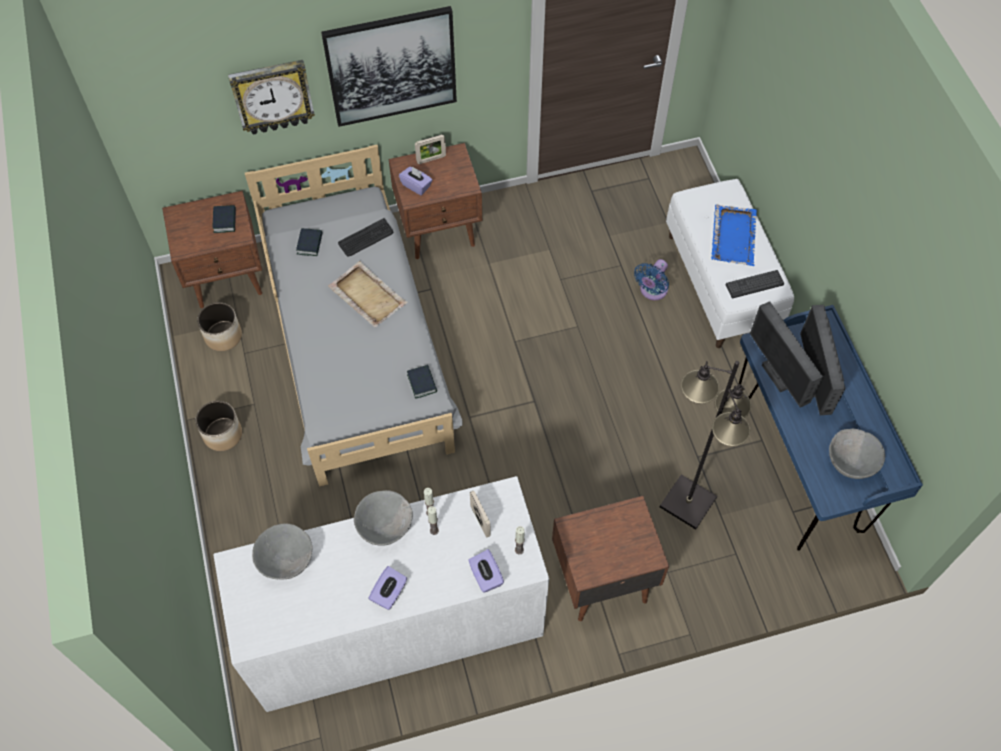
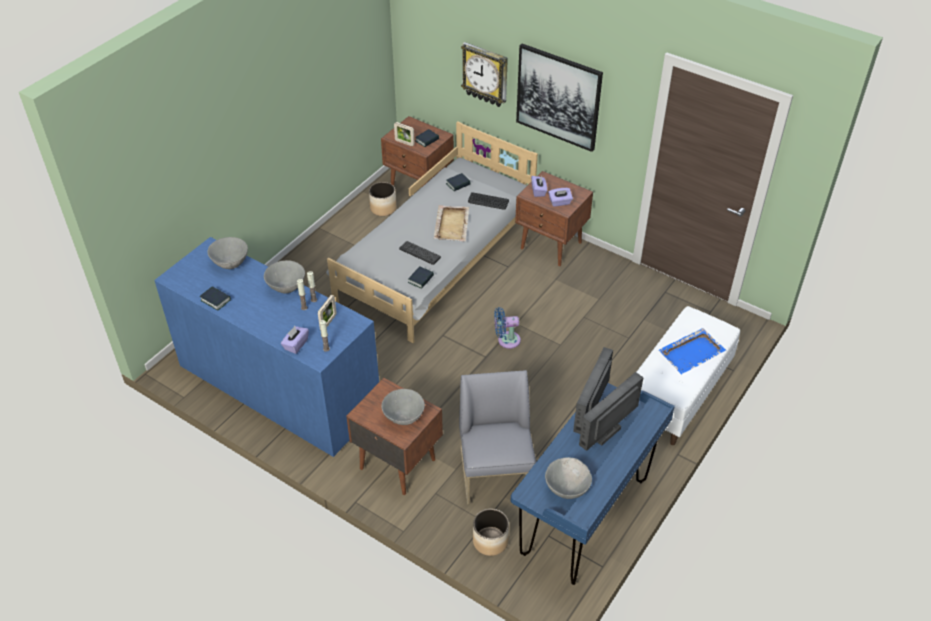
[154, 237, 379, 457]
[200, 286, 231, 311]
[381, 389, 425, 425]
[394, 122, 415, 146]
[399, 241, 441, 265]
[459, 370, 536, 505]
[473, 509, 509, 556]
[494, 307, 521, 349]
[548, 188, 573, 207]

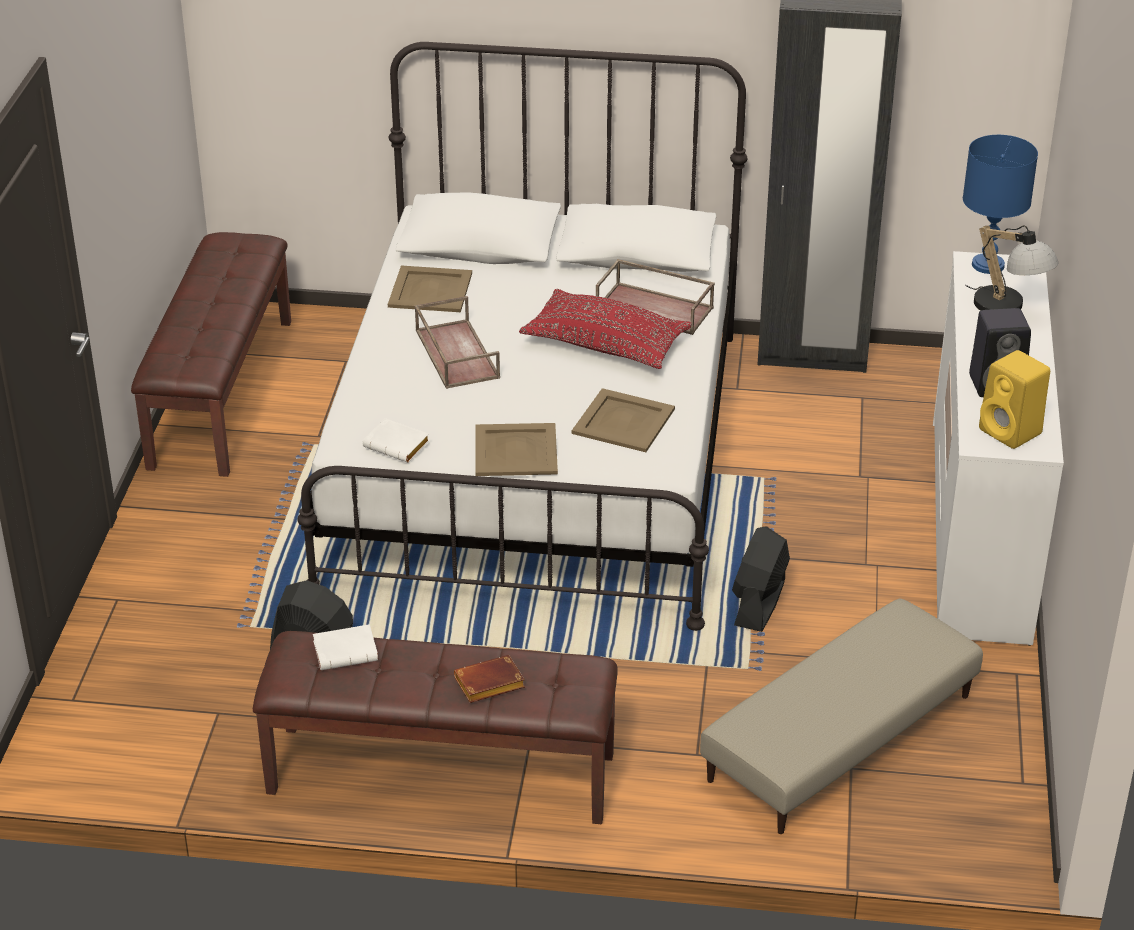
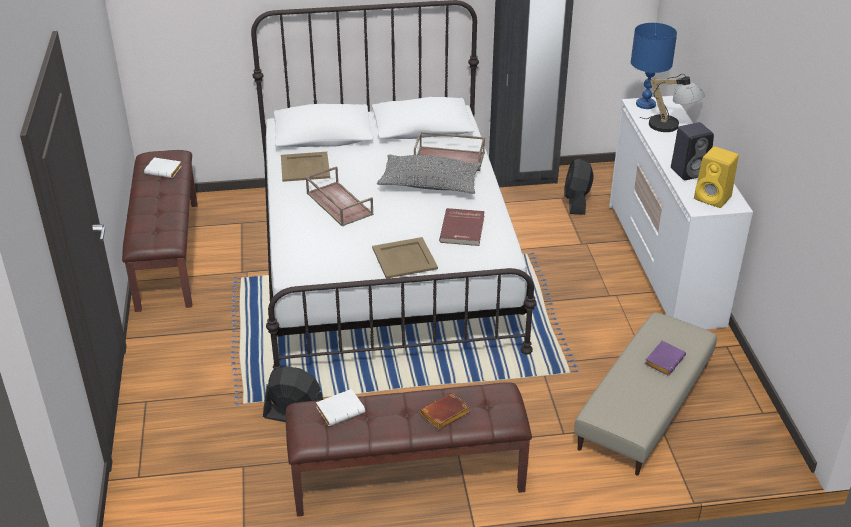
[144, 157, 182, 178]
[377, 154, 482, 194]
[439, 208, 485, 246]
[564, 159, 594, 215]
[645, 341, 686, 376]

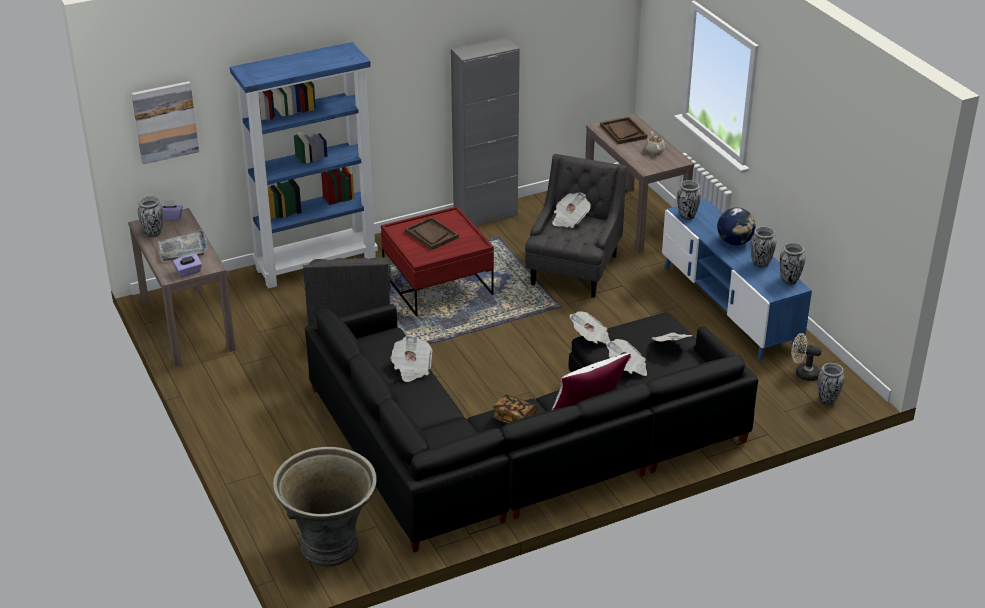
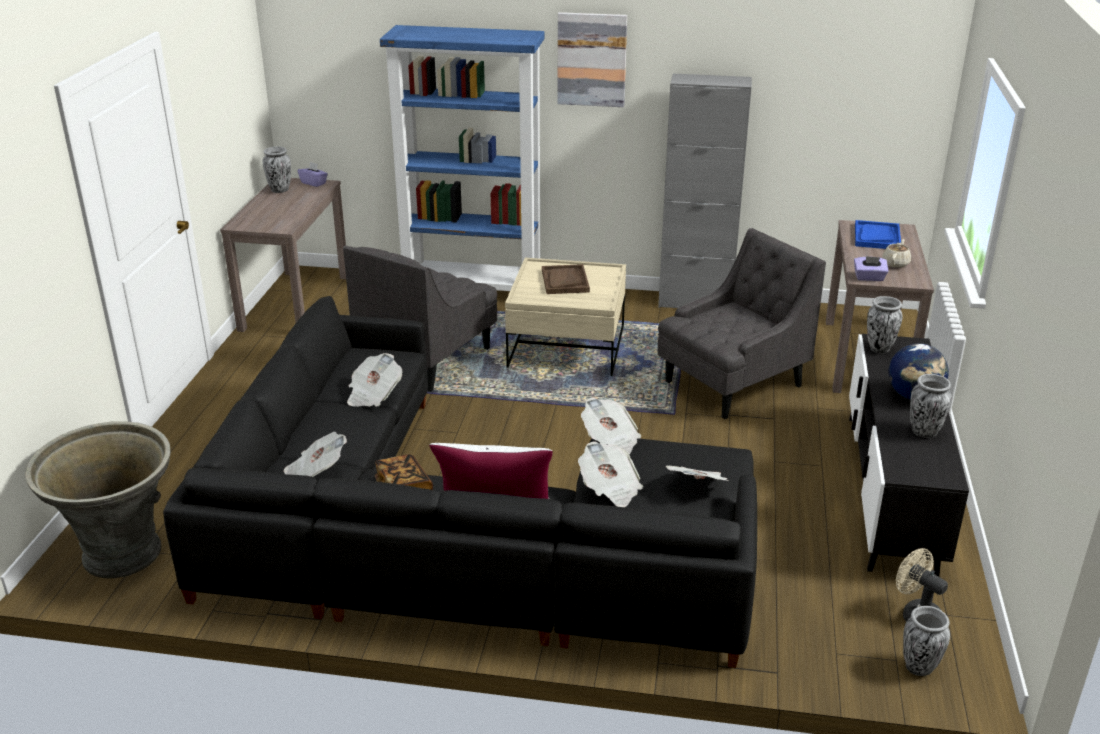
[283, 432, 347, 477]
[505, 258, 626, 376]
[557, 12, 627, 107]
[849, 334, 969, 577]
[854, 256, 889, 281]
[855, 220, 901, 249]
[158, 229, 208, 261] (first image)
[780, 243, 805, 285] (first image)

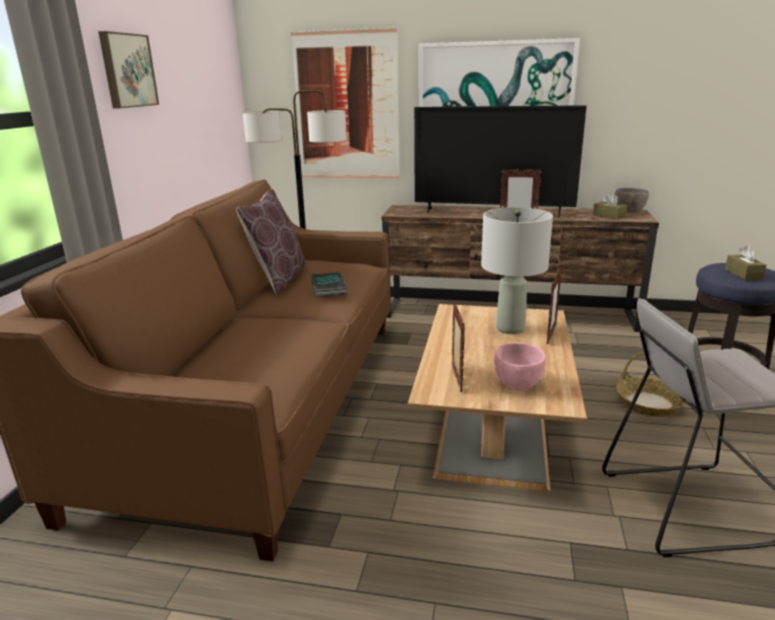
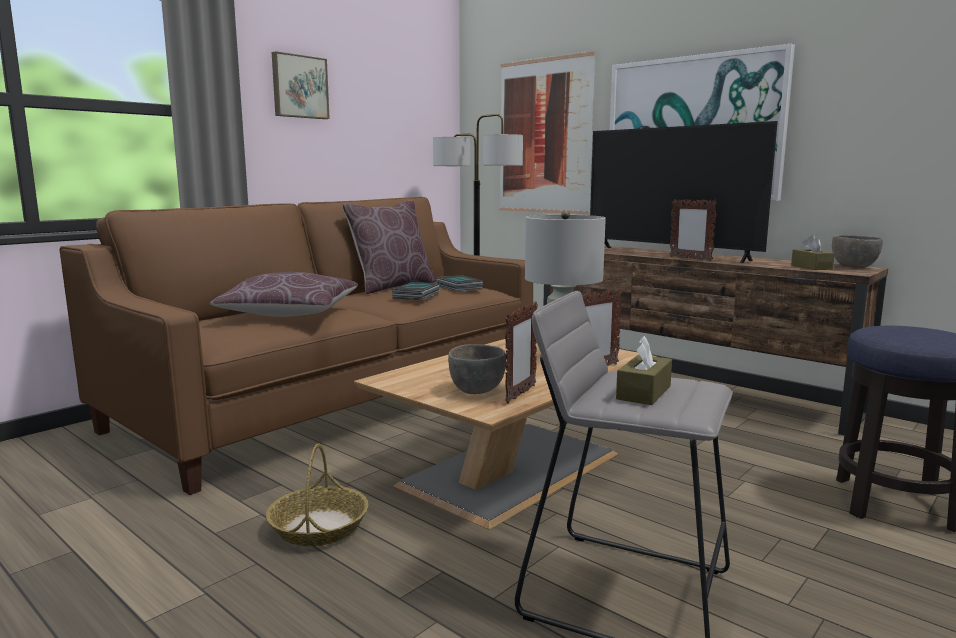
[210, 272, 358, 317]
[266, 443, 368, 546]
[436, 275, 483, 292]
[448, 344, 506, 394]
[505, 302, 538, 404]
[616, 336, 672, 405]

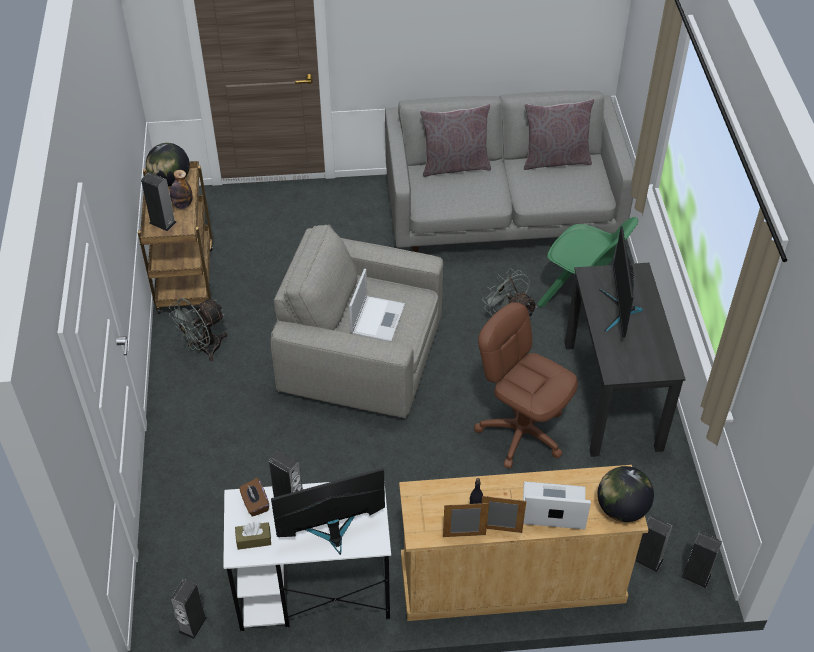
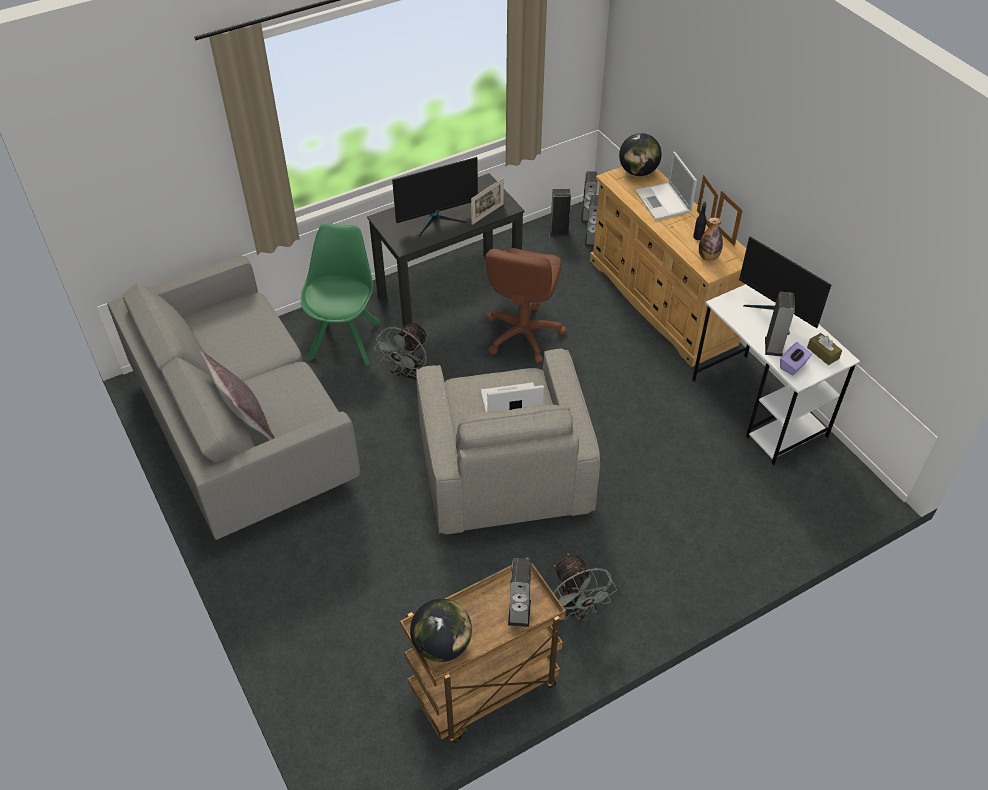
[471, 178, 504, 225]
[549, 189, 571, 236]
[553, 553, 617, 623]
[699, 217, 723, 261]
[780, 342, 812, 375]
[524, 99, 594, 170] (first image)

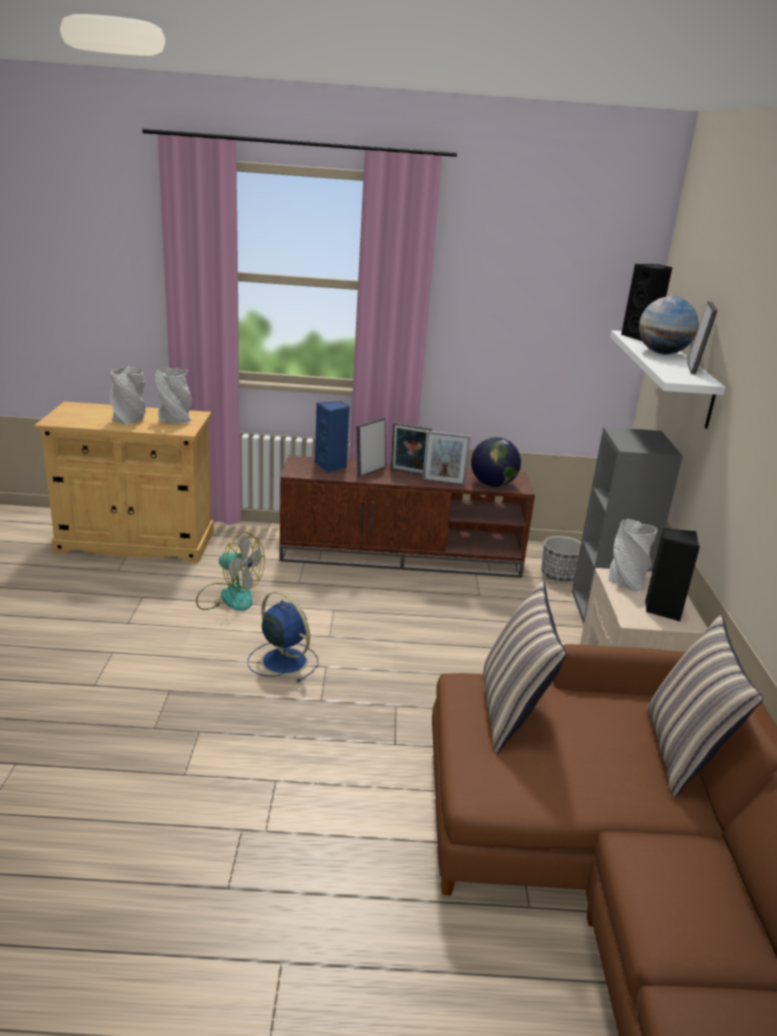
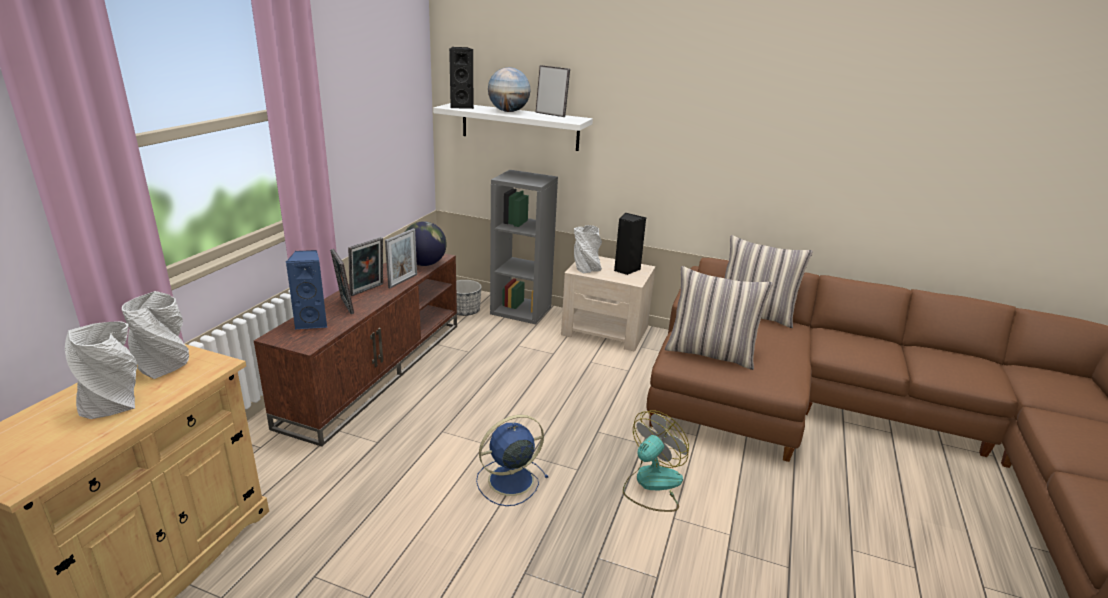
[623, 410, 689, 512]

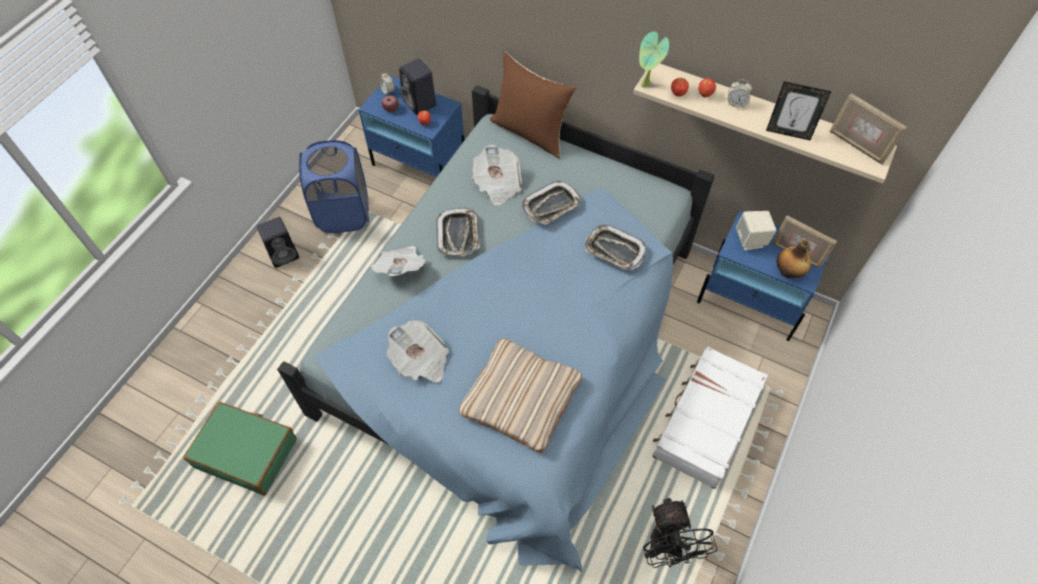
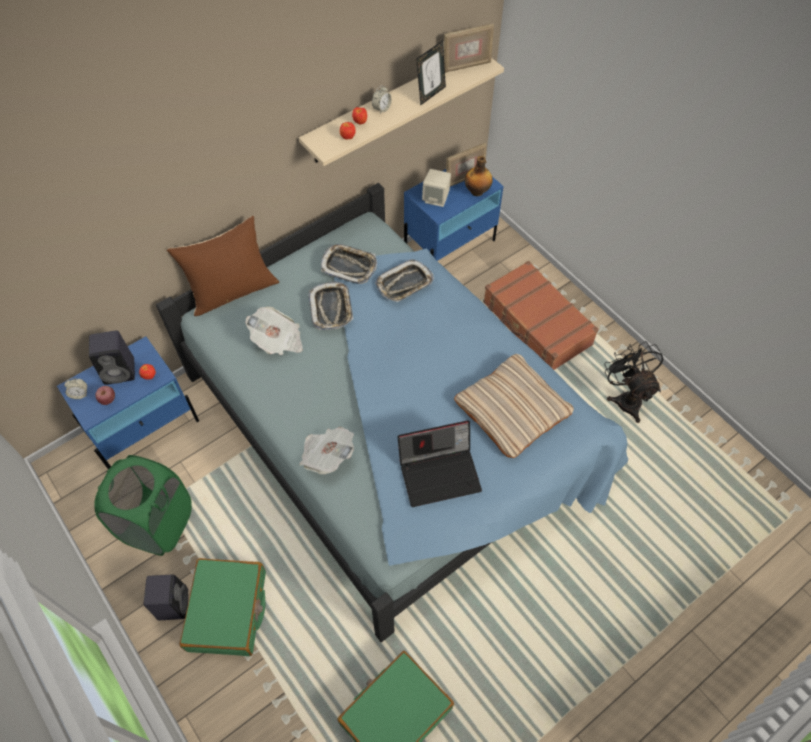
[94, 455, 192, 556]
[179, 558, 266, 656]
[321, 244, 377, 284]
[398, 420, 482, 507]
[483, 261, 599, 370]
[604, 341, 663, 423]
[639, 31, 669, 88] (first image)

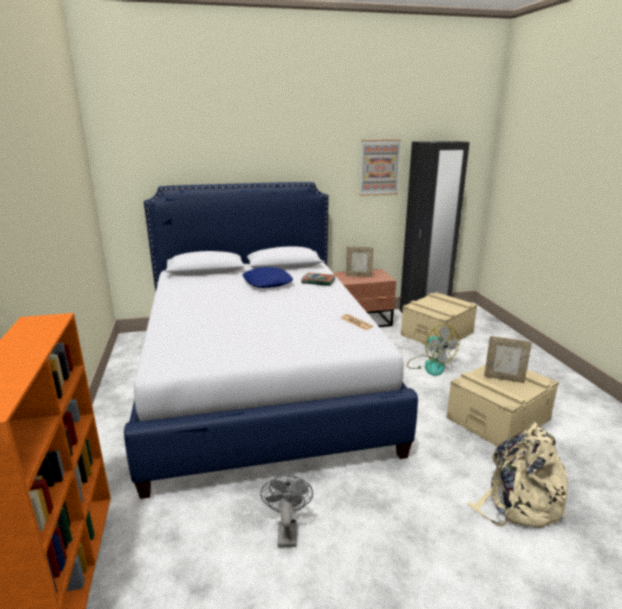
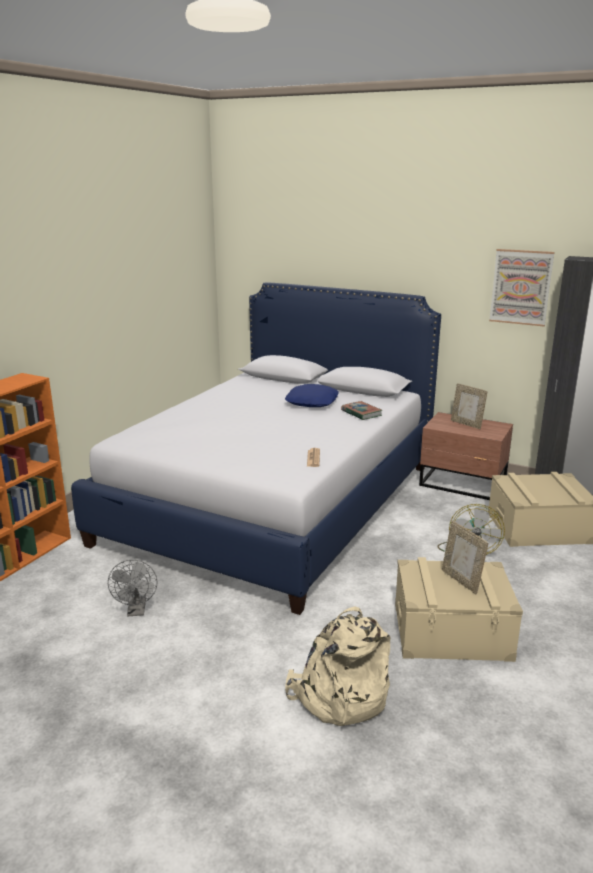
[108, 560, 157, 616]

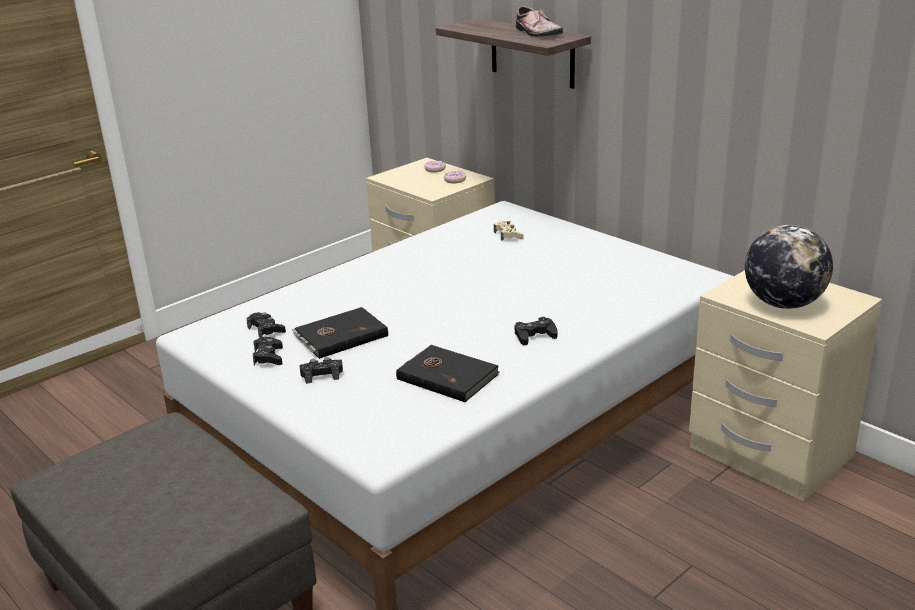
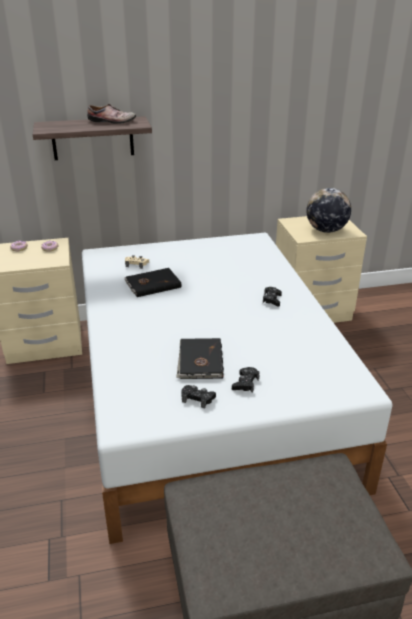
[124, 268, 181, 297]
[246, 312, 286, 338] (first image)

